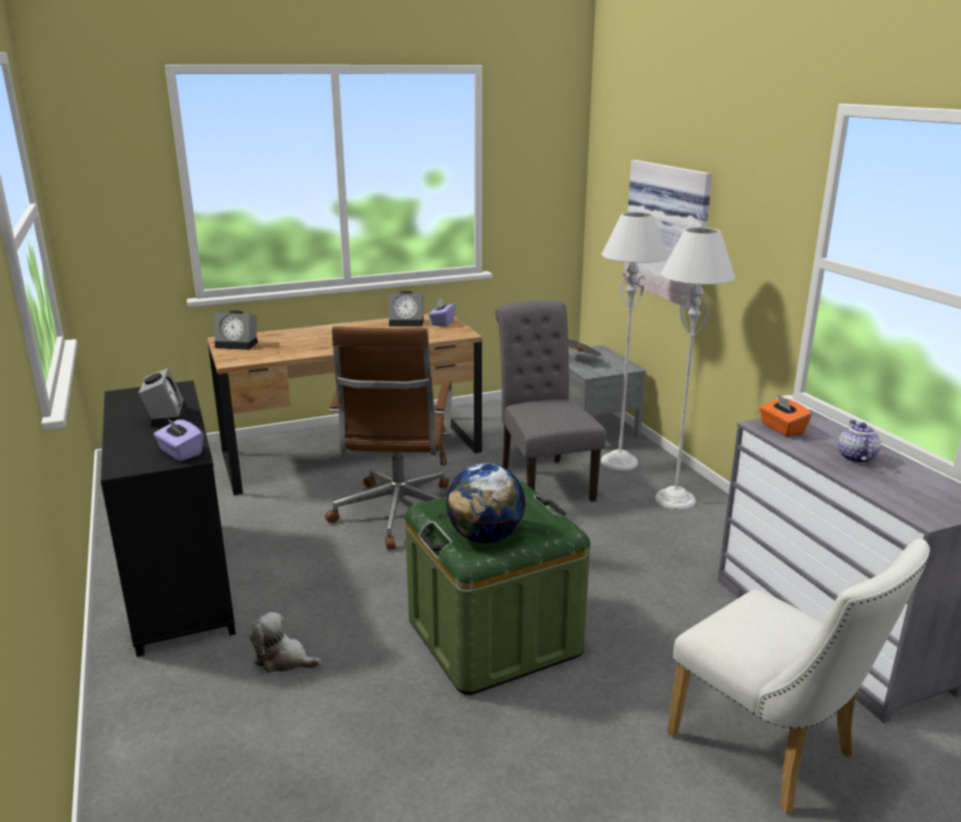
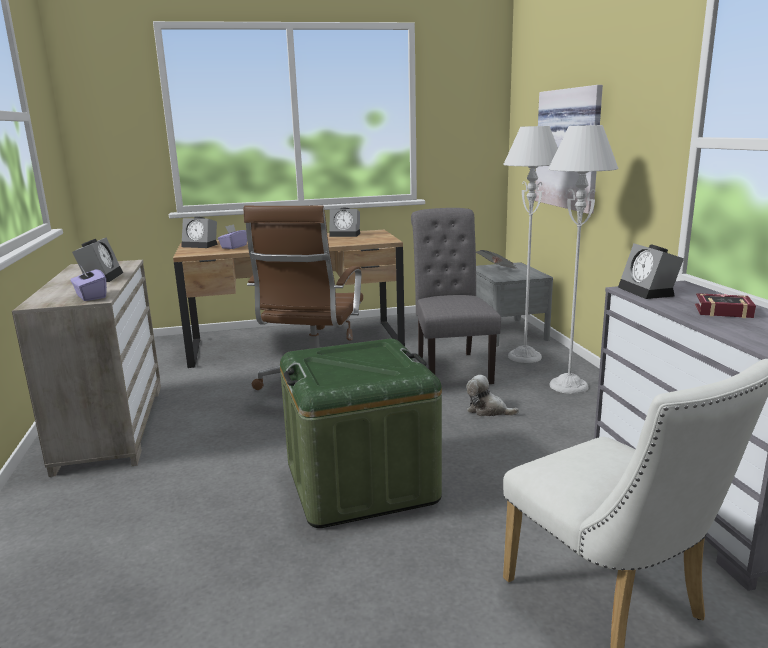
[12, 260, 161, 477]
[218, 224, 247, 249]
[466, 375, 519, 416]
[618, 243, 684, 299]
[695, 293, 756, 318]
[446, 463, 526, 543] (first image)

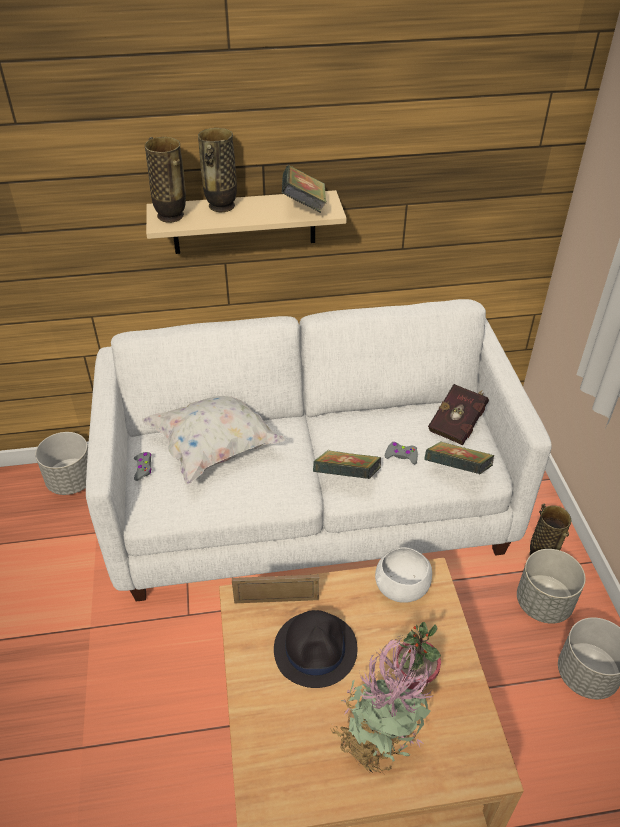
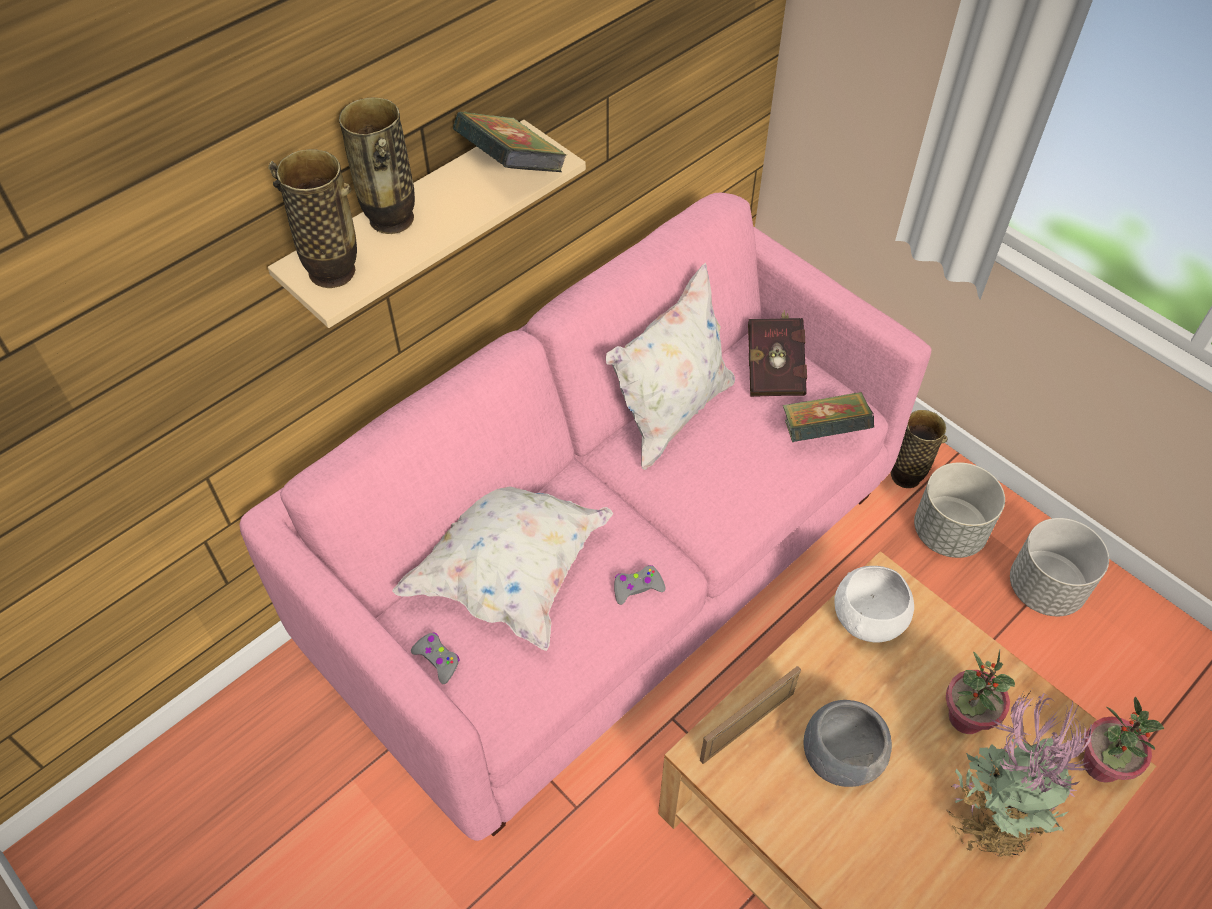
[240, 193, 931, 841]
[606, 263, 735, 470]
[614, 565, 666, 605]
[804, 700, 892, 787]
[1083, 697, 1164, 783]
[35, 432, 88, 495] (first image)
[313, 450, 381, 479] (first image)

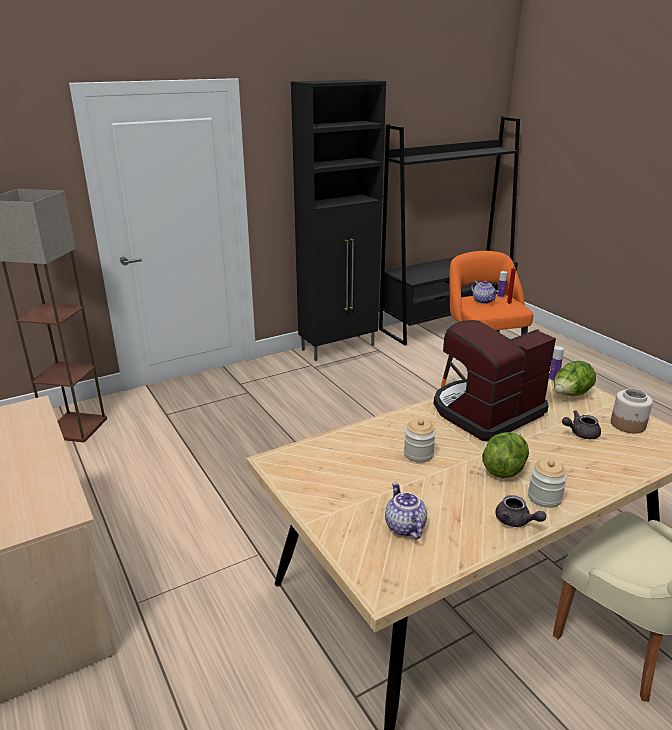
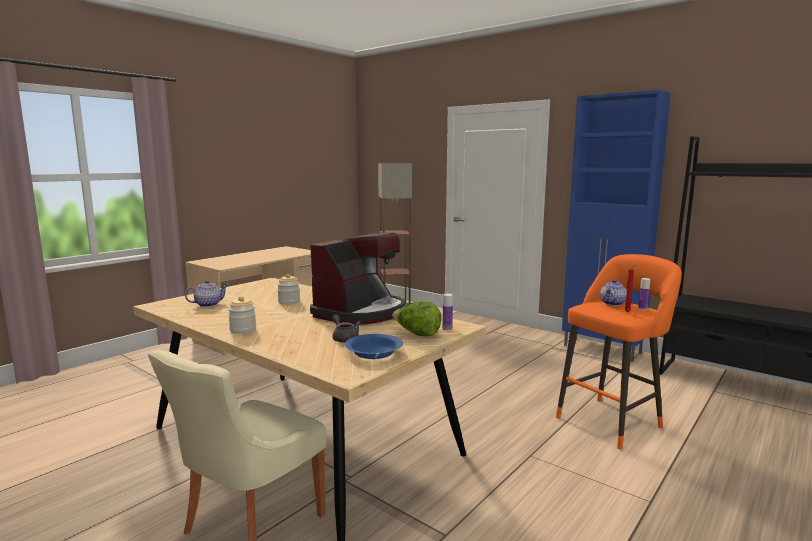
[310, 232, 405, 325]
[345, 334, 403, 359]
[562, 90, 671, 362]
[482, 432, 529, 478] (first image)
[496, 495, 546, 527] (first image)

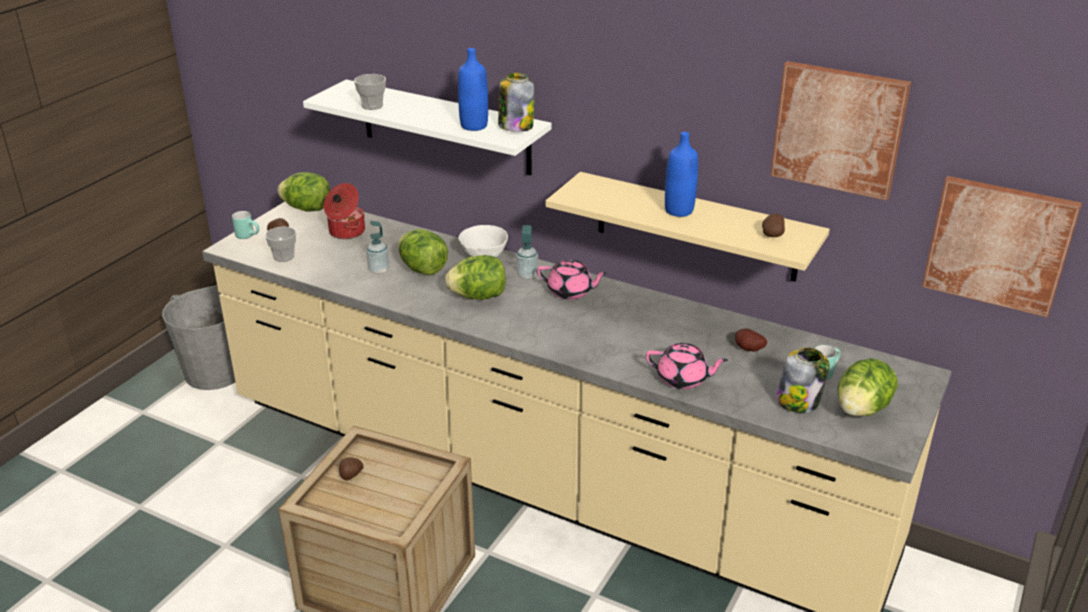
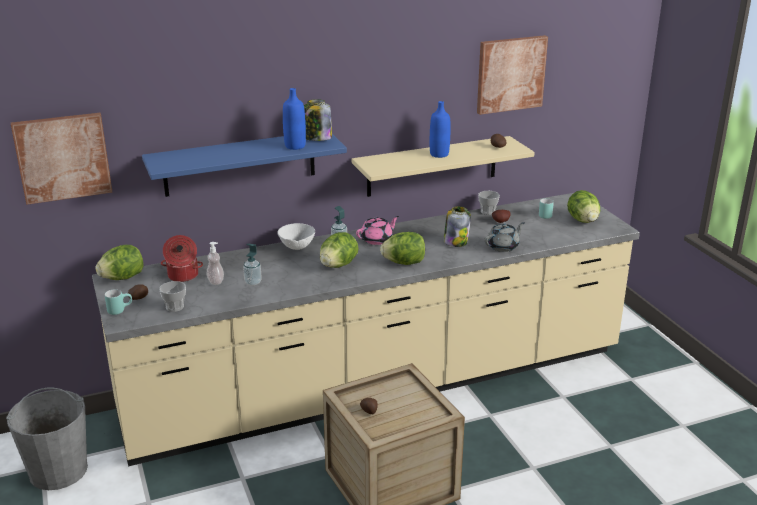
[11, 113, 112, 205]
[142, 134, 347, 197]
[207, 242, 224, 285]
[380, 232, 425, 265]
[444, 206, 471, 247]
[478, 191, 500, 215]
[485, 222, 525, 252]

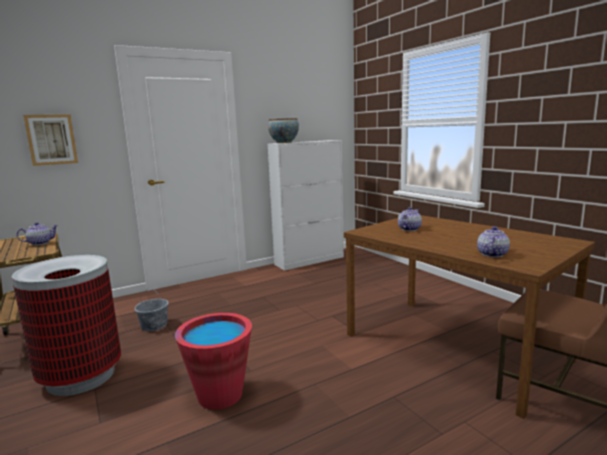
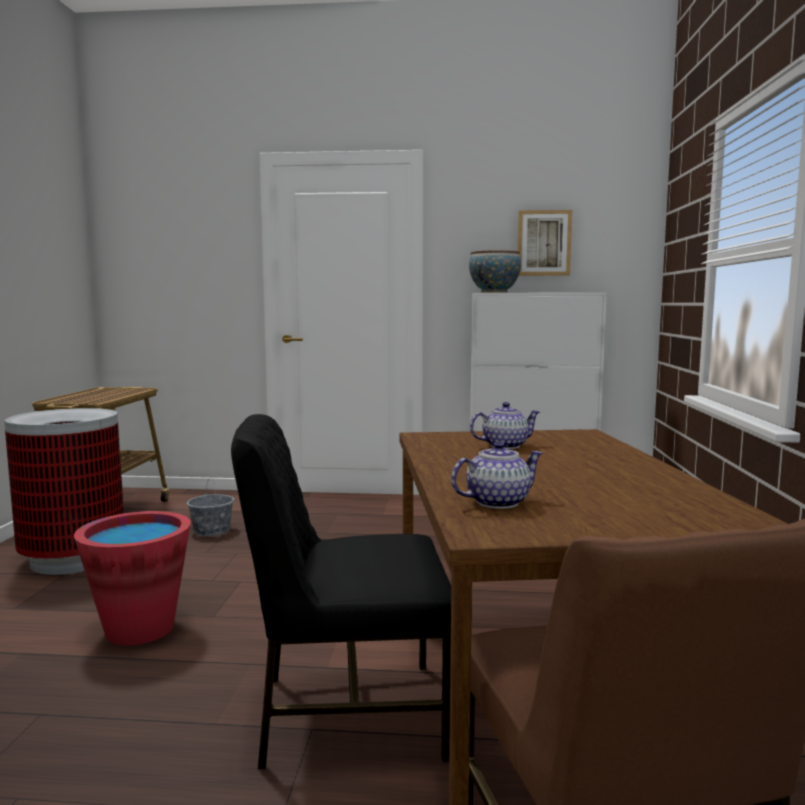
[231, 414, 451, 769]
[518, 210, 572, 276]
[16, 222, 58, 245] (first image)

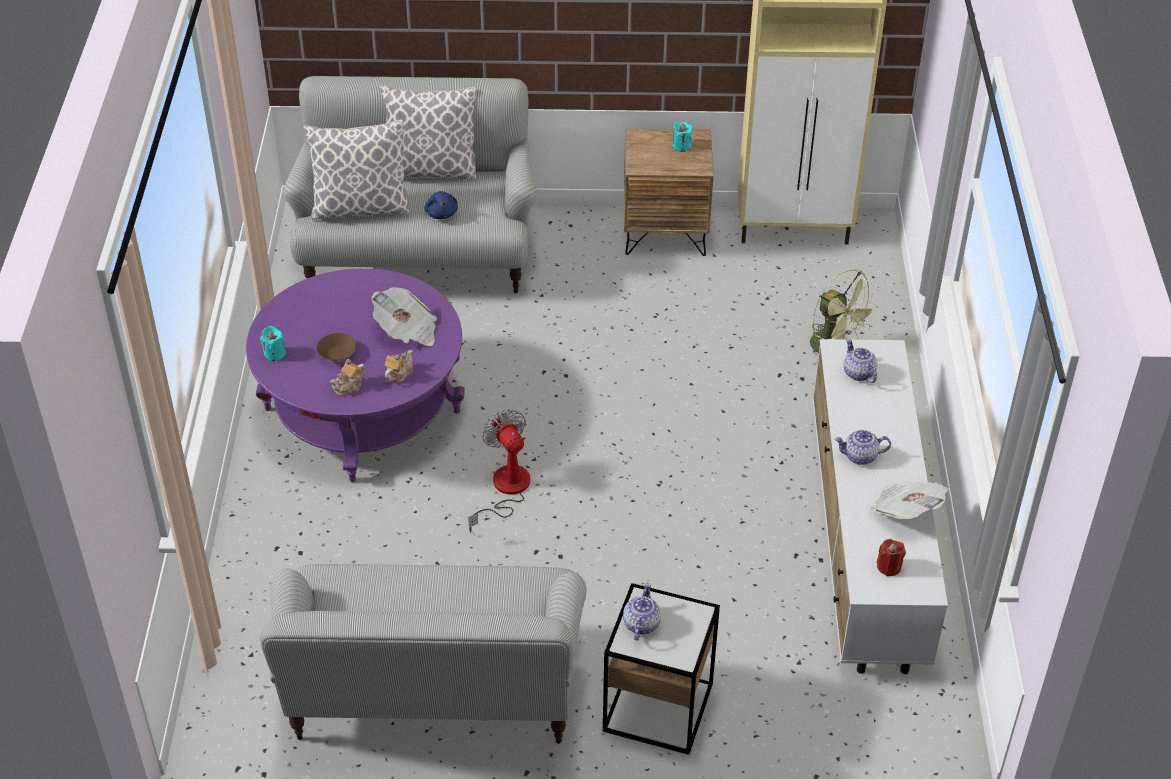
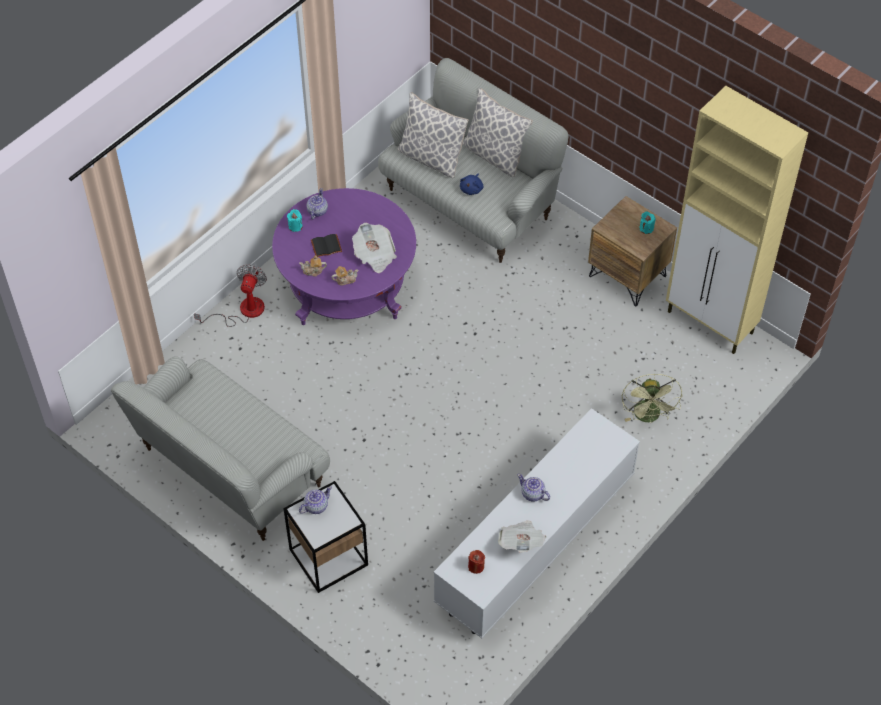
[194, 265, 267, 327]
[306, 188, 328, 220]
[311, 234, 342, 257]

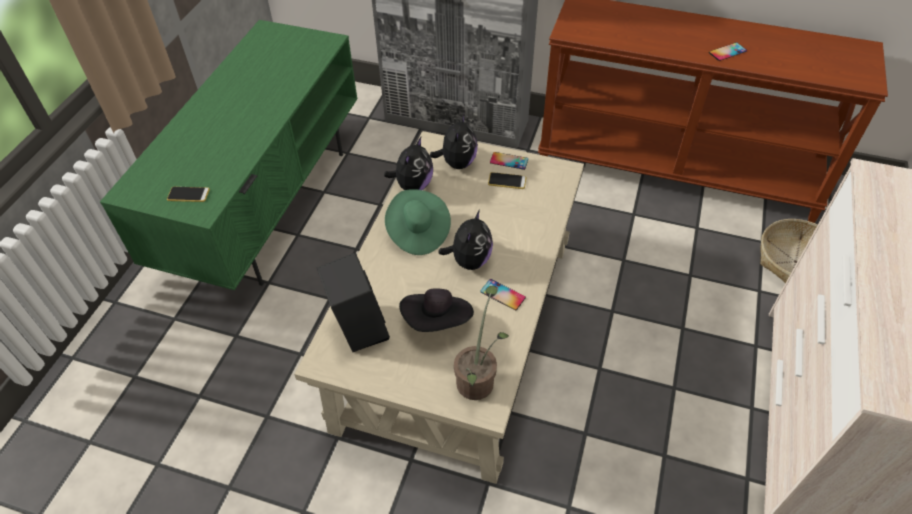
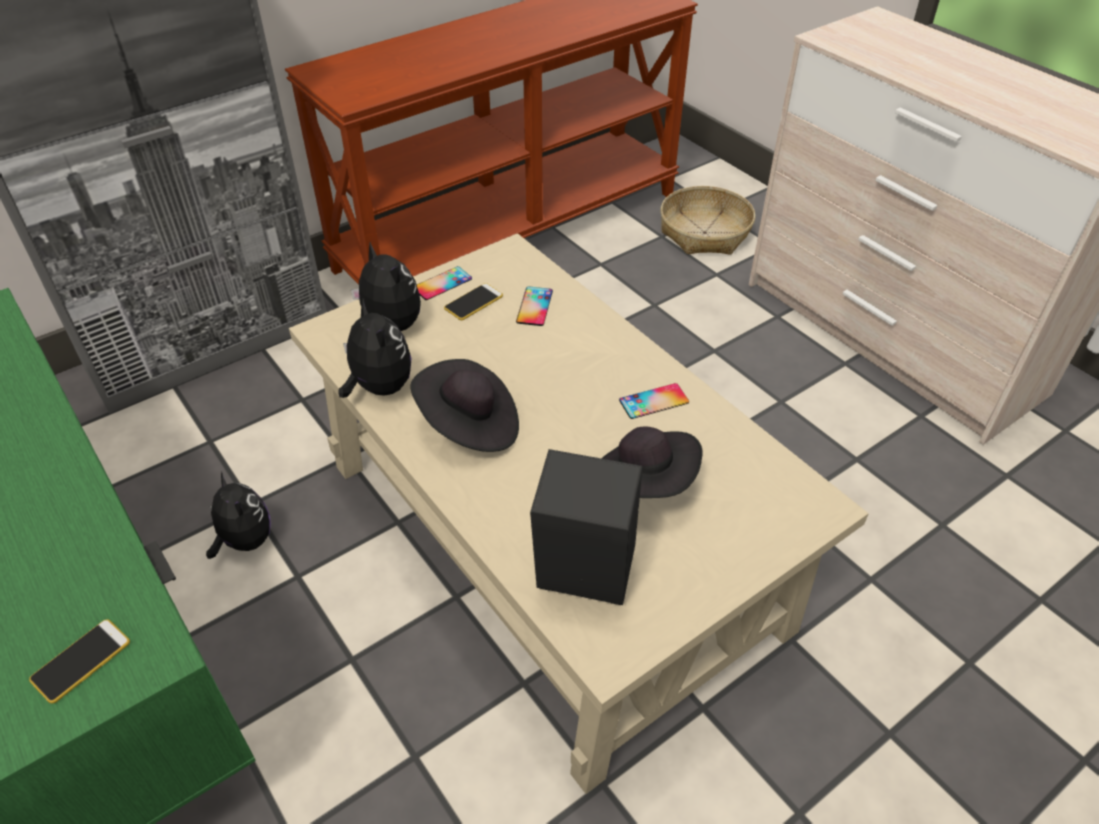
[206, 472, 271, 559]
[411, 359, 519, 452]
[516, 286, 553, 326]
[454, 286, 509, 400] (first image)

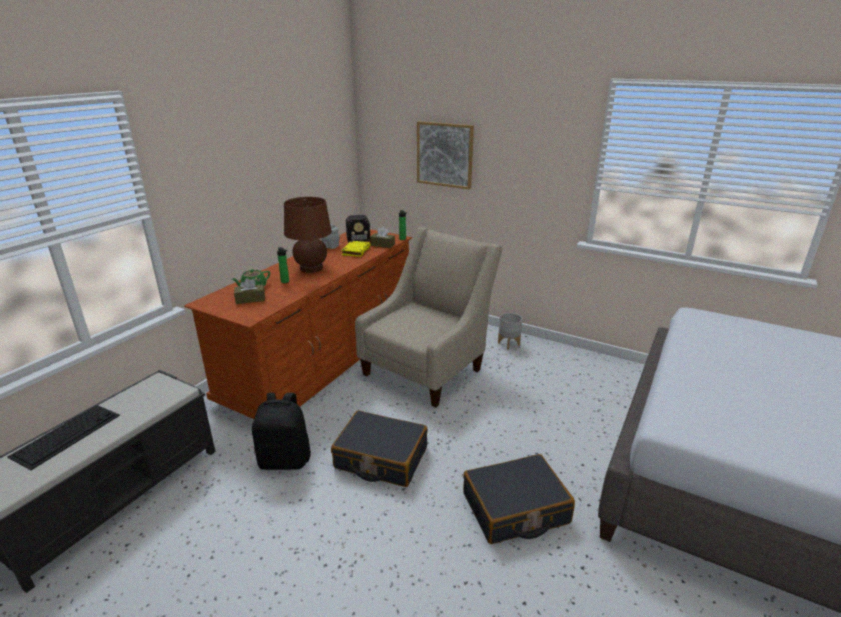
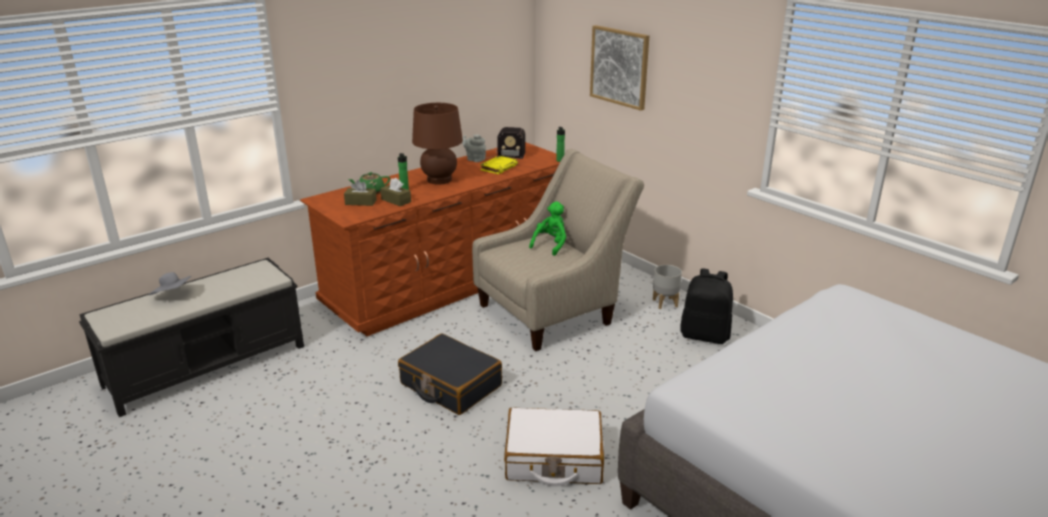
[148, 272, 191, 295]
[380, 178, 411, 206]
[504, 407, 604, 487]
[529, 201, 566, 256]
[680, 268, 733, 344]

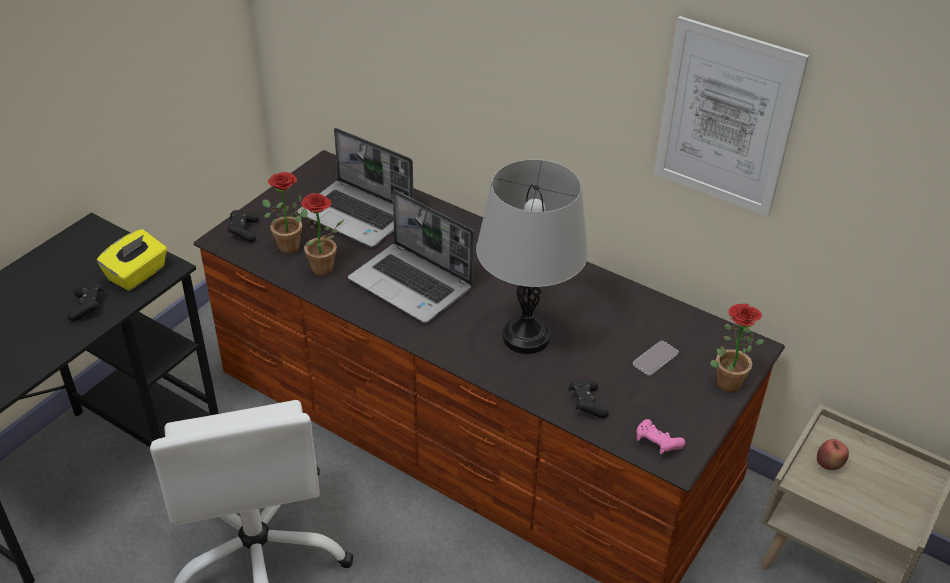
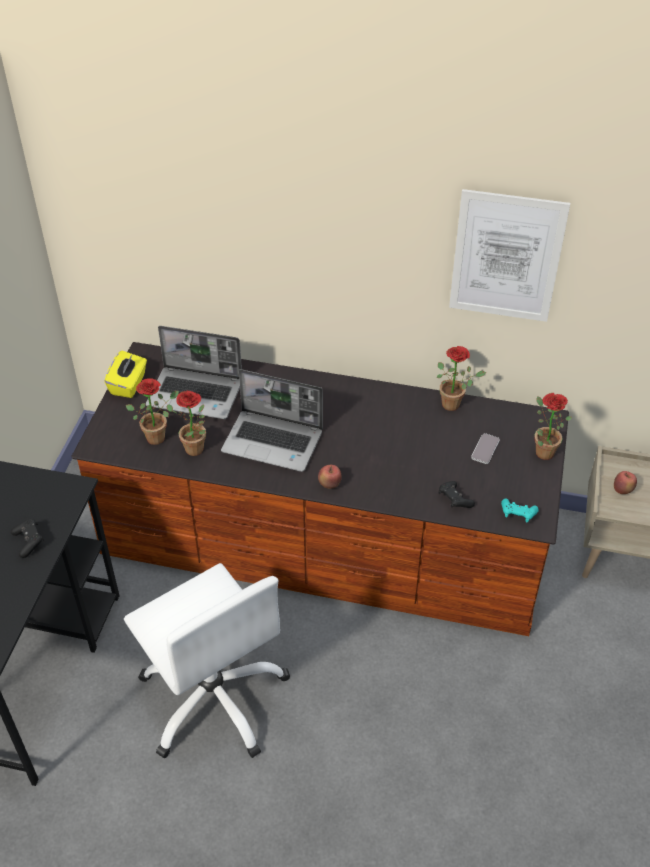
[104, 351, 147, 398]
[318, 465, 342, 489]
[437, 346, 486, 411]
[501, 499, 539, 522]
[228, 210, 259, 242] (first image)
[476, 159, 588, 354] (first image)

